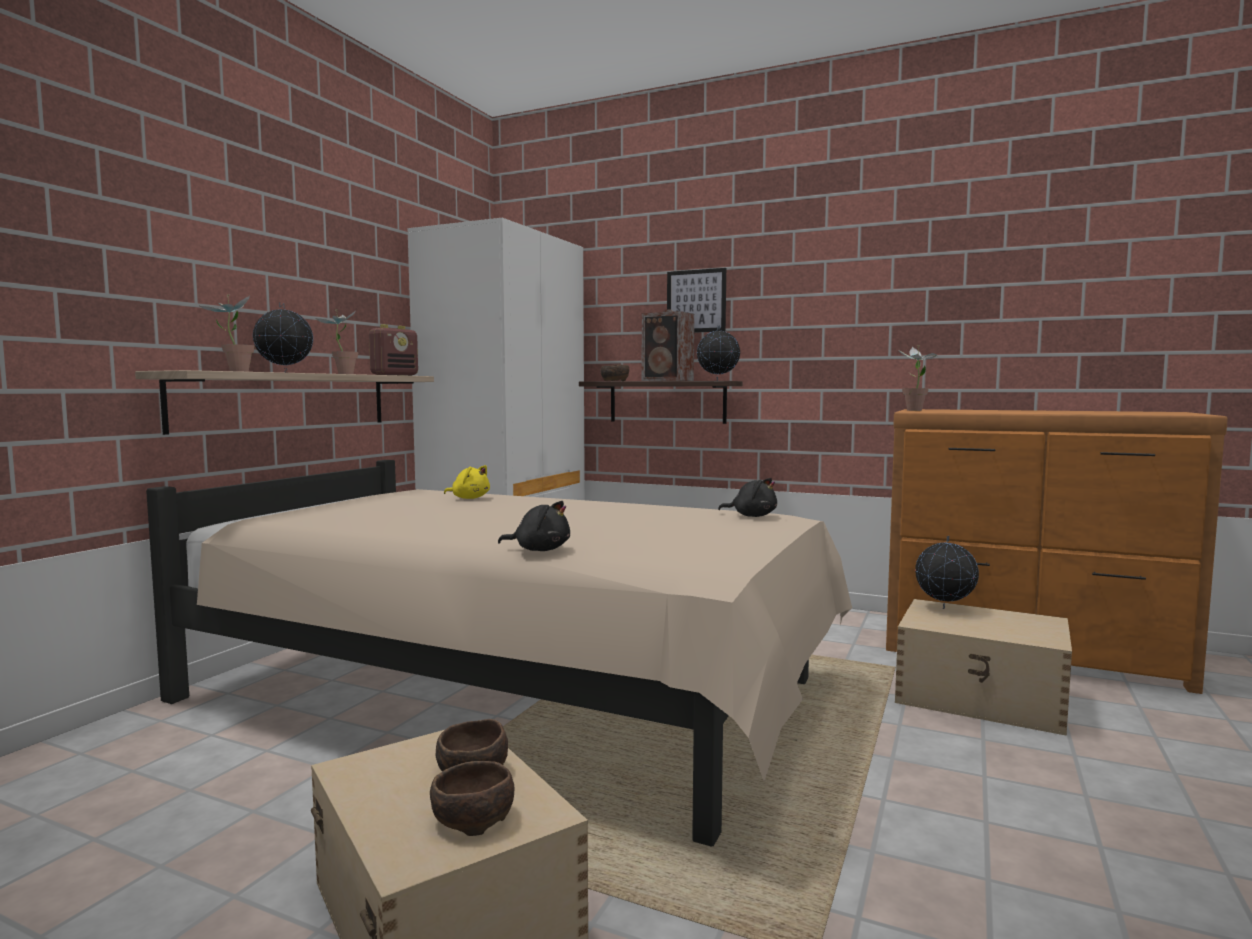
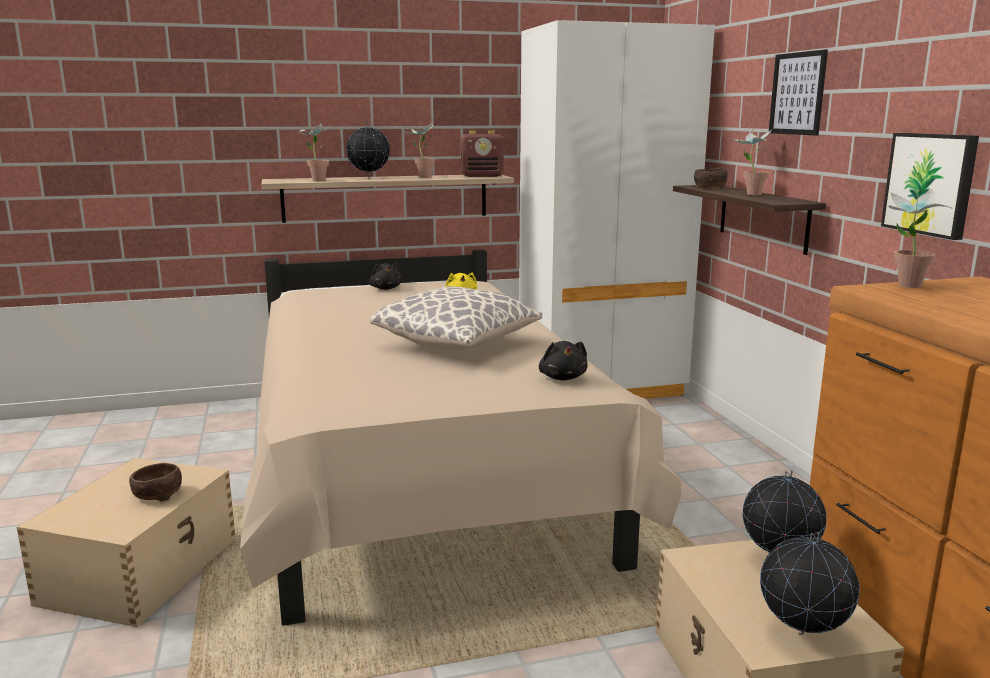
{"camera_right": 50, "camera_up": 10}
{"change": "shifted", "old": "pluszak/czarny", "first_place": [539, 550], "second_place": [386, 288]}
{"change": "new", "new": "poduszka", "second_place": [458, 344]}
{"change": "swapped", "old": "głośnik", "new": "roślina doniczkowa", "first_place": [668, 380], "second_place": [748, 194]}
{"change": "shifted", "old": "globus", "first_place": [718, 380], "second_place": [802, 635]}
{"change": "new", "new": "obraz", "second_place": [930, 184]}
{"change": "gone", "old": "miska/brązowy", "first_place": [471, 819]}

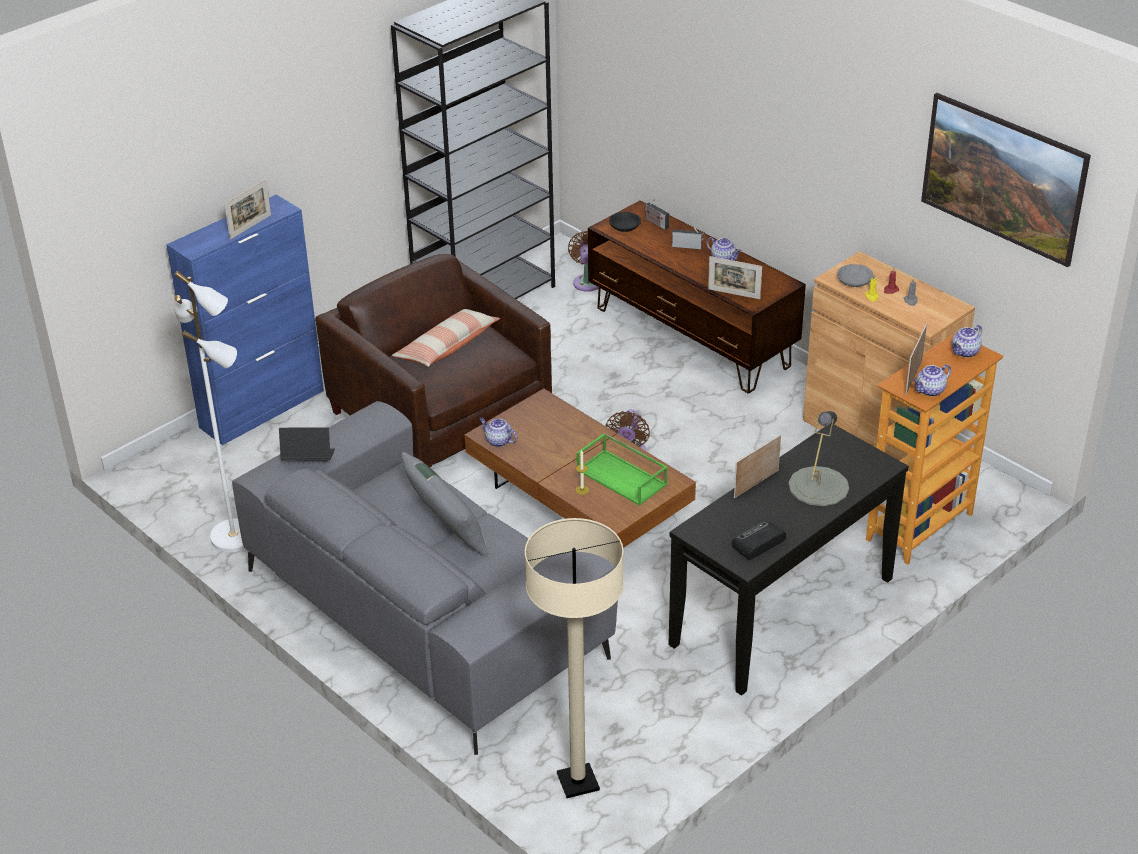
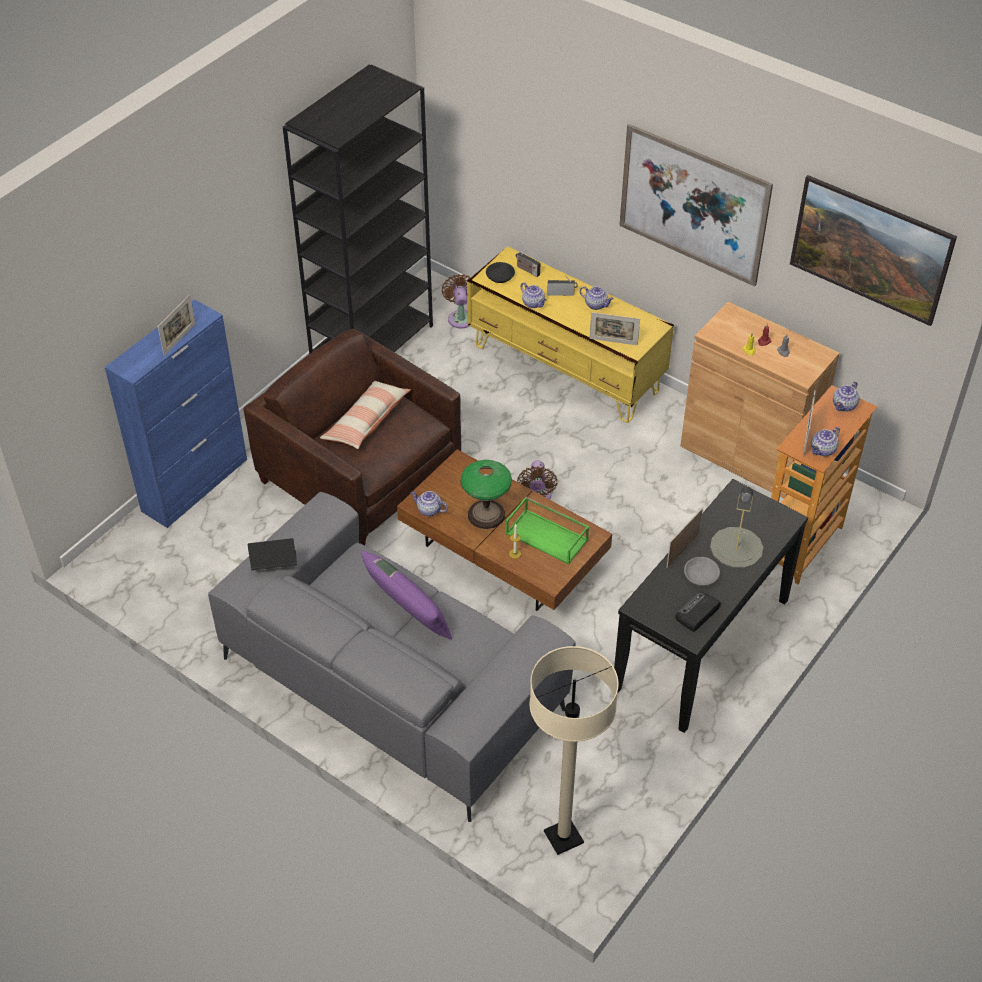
{"camera_right": -10, "camera_up": 10}
{"change": "repainted", "old": "poduszka/szary", "new": "poduszka/fioletowy", "first_place": [446, 526], "second_place": [407, 611]}
{"change": "new", "new": "lampa stołowa", "second_place": [486, 515]}
{"change": "repainted", "old": "szafka pod telewizor/brązowy", "new": "szafka pod telewizor/żółty", "first_place": [691, 337], "second_place": [566, 368]}
{"change": "new", "new": "imbryk", "second_place": [533, 303]}
{"change": "new", "new": "obraz", "second_place": [693, 205]}
{"change": "shifted", "old": "miska/szary", "first_place": [854, 280], "second_place": [701, 575]}
{"change": "gone", "old": "lampa stojąca/biały", "first_place": [235, 536]}

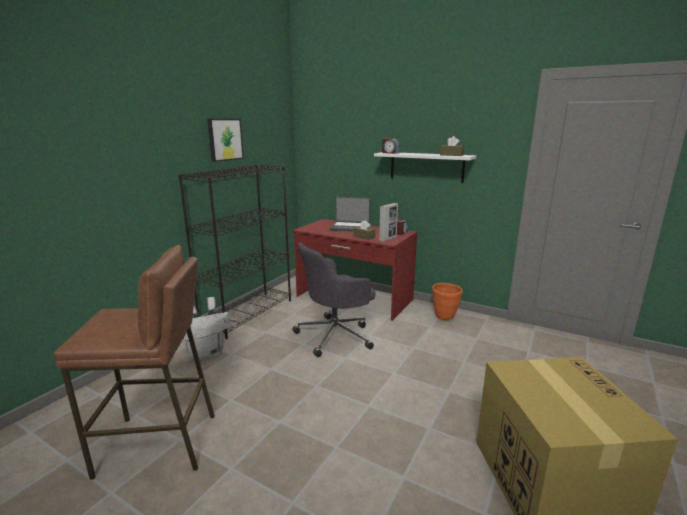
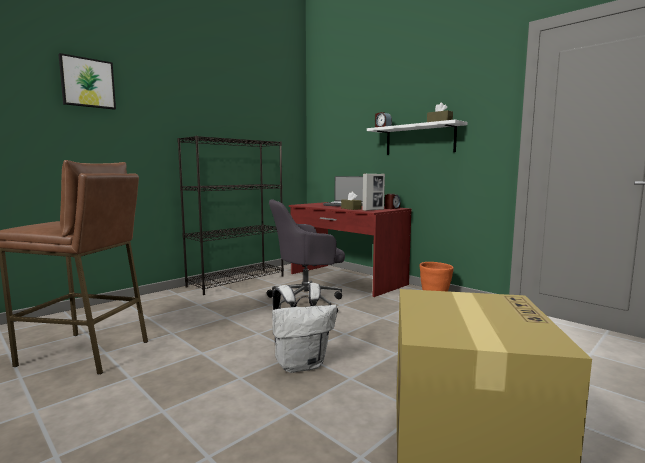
{"camera_right": 15, "camera_up": -10}
{"change": "shifted", "old": "obraz", "first_place": [224, 139], "second_place": [87, 83]}
{"change": "shifted", "old": "plecak/biały", "first_place": [207, 353], "second_place": [301, 364]}

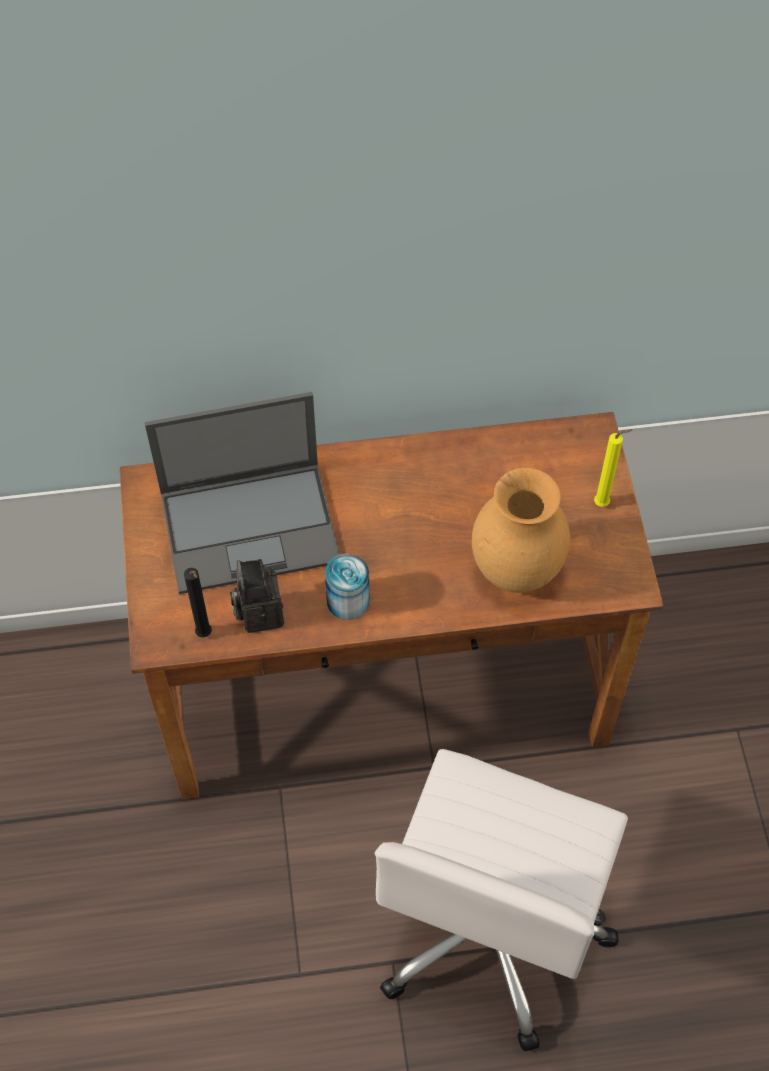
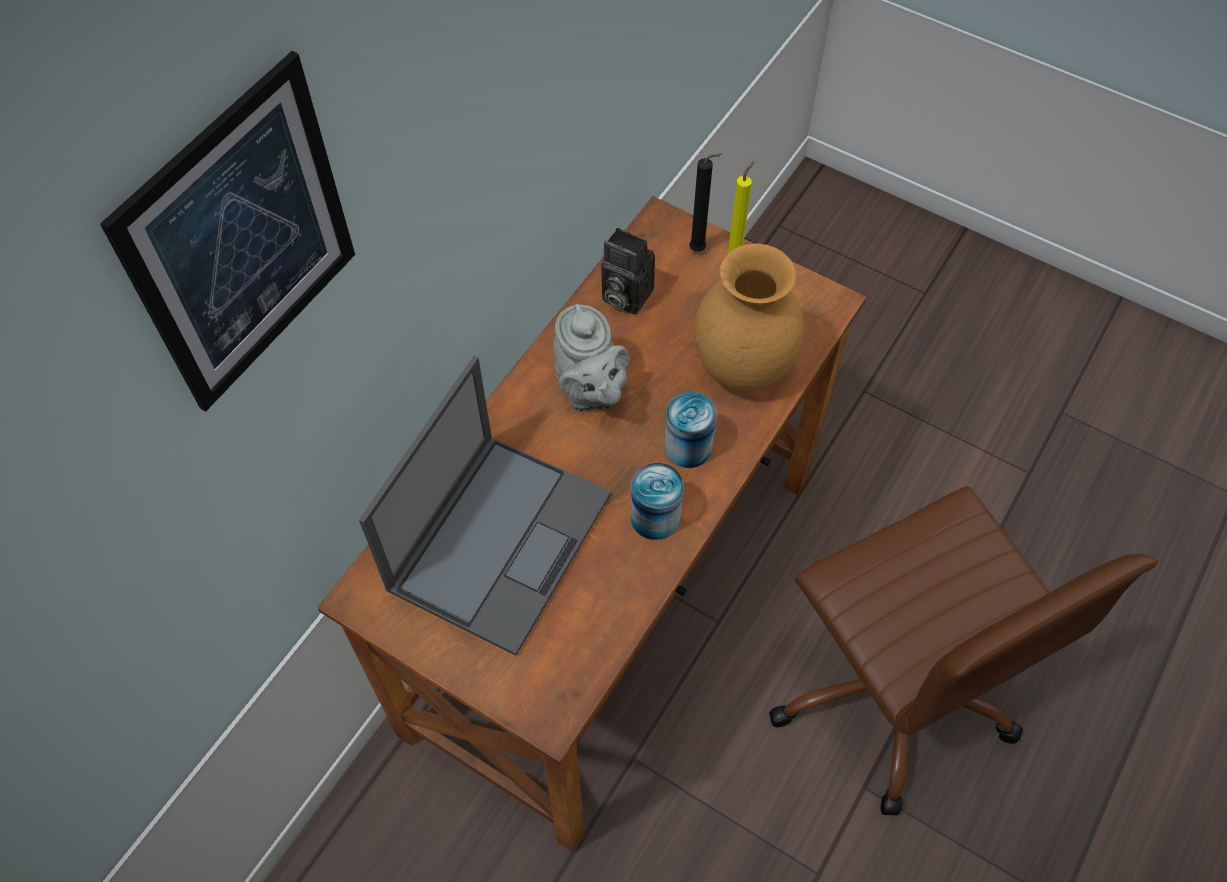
{"camera_right": -50, "camera_up": 0}
{"change": "new", "new": "obraz", "second_place": [243, 239]}
{"change": "new", "new": "imbryk/szary", "second_place": [590, 391]}
{"change": "shifted", "old": "aparat fotograficzny", "first_place": [258, 612], "second_place": [623, 295]}
{"change": "new", "new": "puszka", "second_place": [688, 447]}
{"change": "shifted", "old": "świeca/czarny", "first_place": [205, 635], "second_place": [700, 250]}
{"change": "repainted", "old": "krzesło biurowe/biały", "new": "krzesło biurowe/brązowy", "first_place": [490, 928], "second_place": [892, 688]}

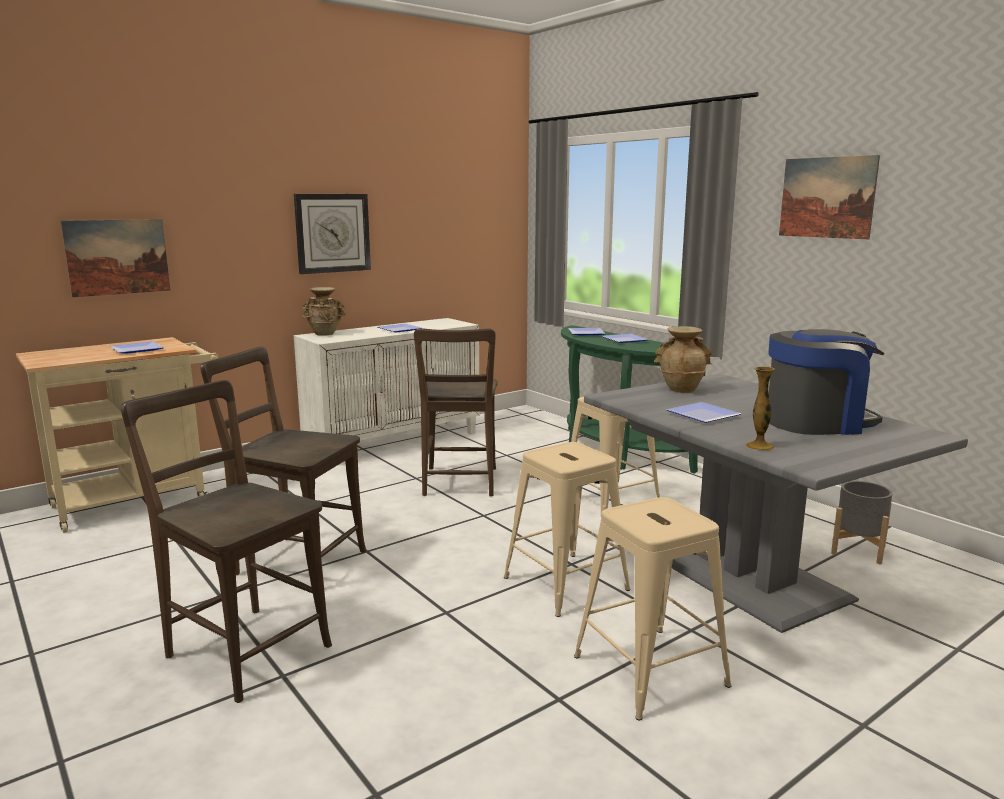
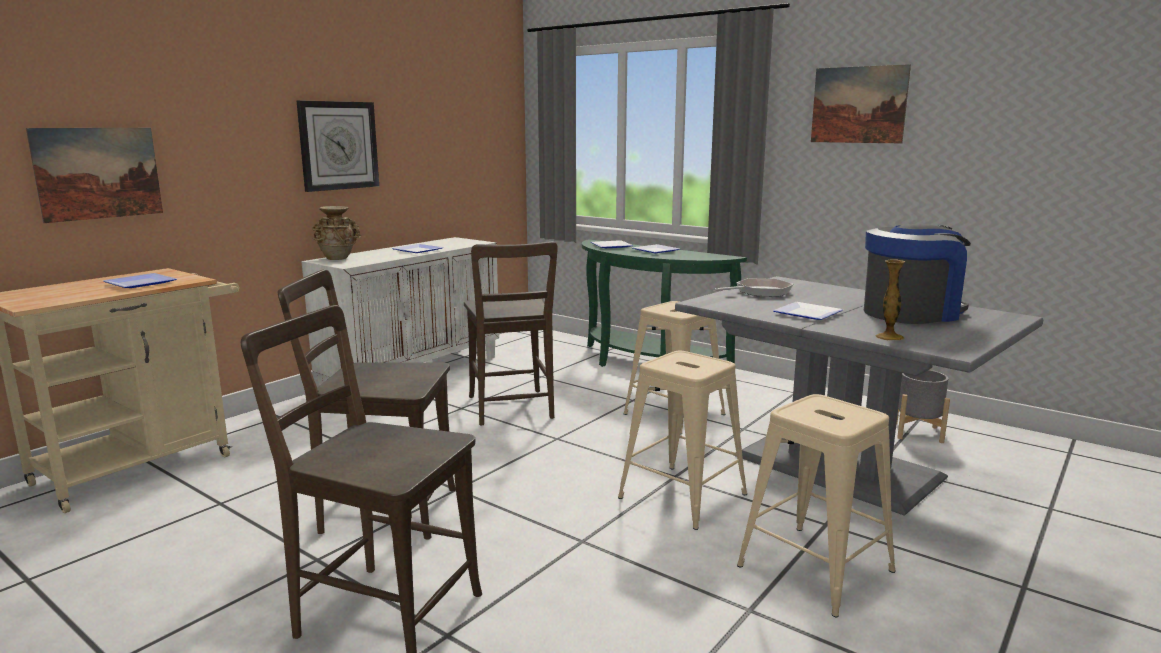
{"camera_right": -15, "camera_up": 0}
{"change": "swapped", "old": "wazon/beżowy", "new": "patelnia", "first_place": [681, 389], "second_place": [759, 292]}

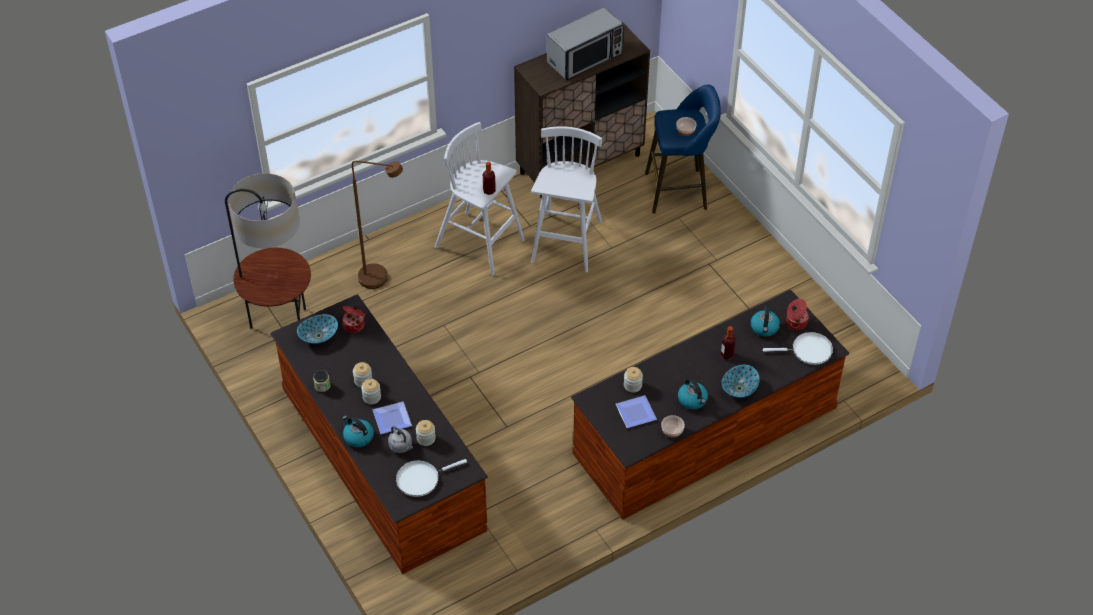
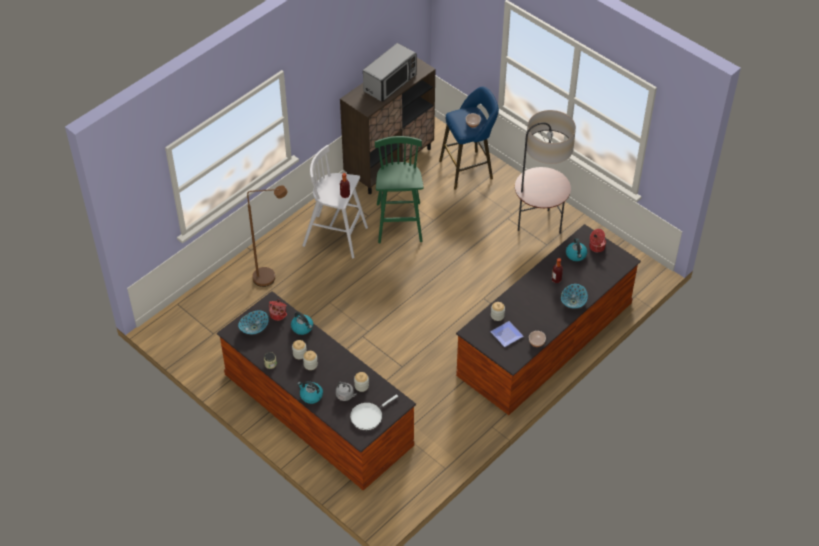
{"camera_right": -15, "camera_up": 0}
{"change": "shifted", "old": "czajnik", "first_place": [693, 400], "second_place": [302, 328]}
{"change": "repainted", "old": "stołek/biały", "new": "stołek/zielony", "first_place": [566, 243], "second_place": [399, 224]}
{"change": "shifted", "old": "lampa stojąca", "first_place": [281, 326], "second_place": [538, 225]}
{"change": "gone", "old": "talerz", "first_place": [390, 418]}
{"change": "gone", "old": "patelnia/biały", "first_place": [808, 350]}

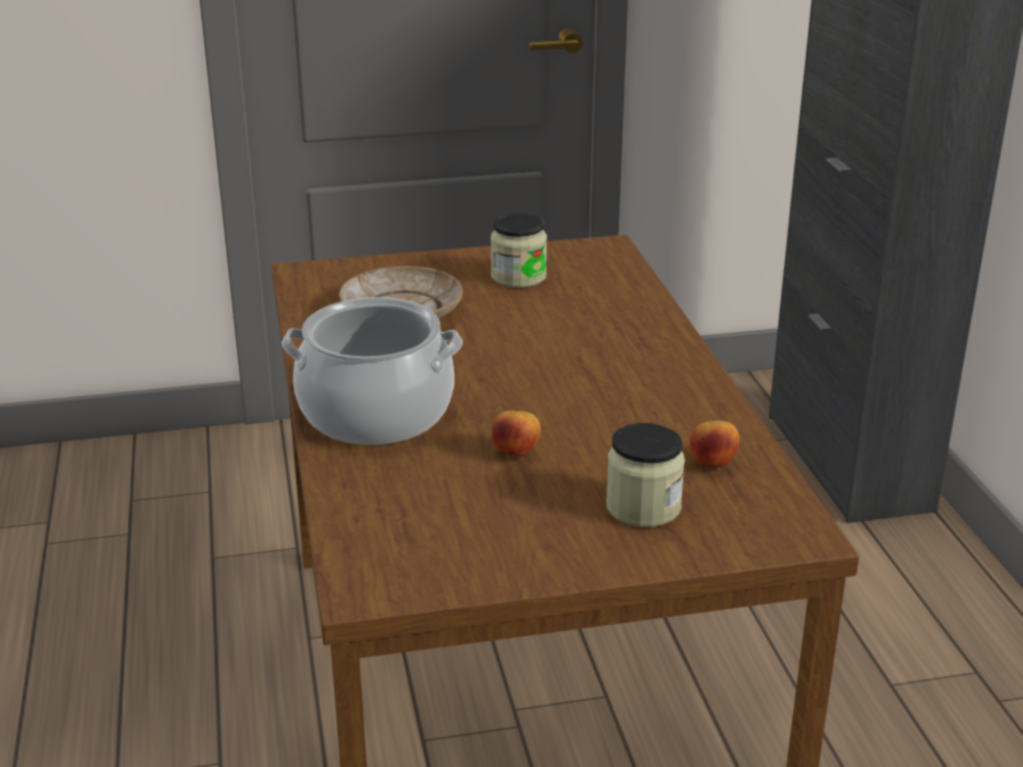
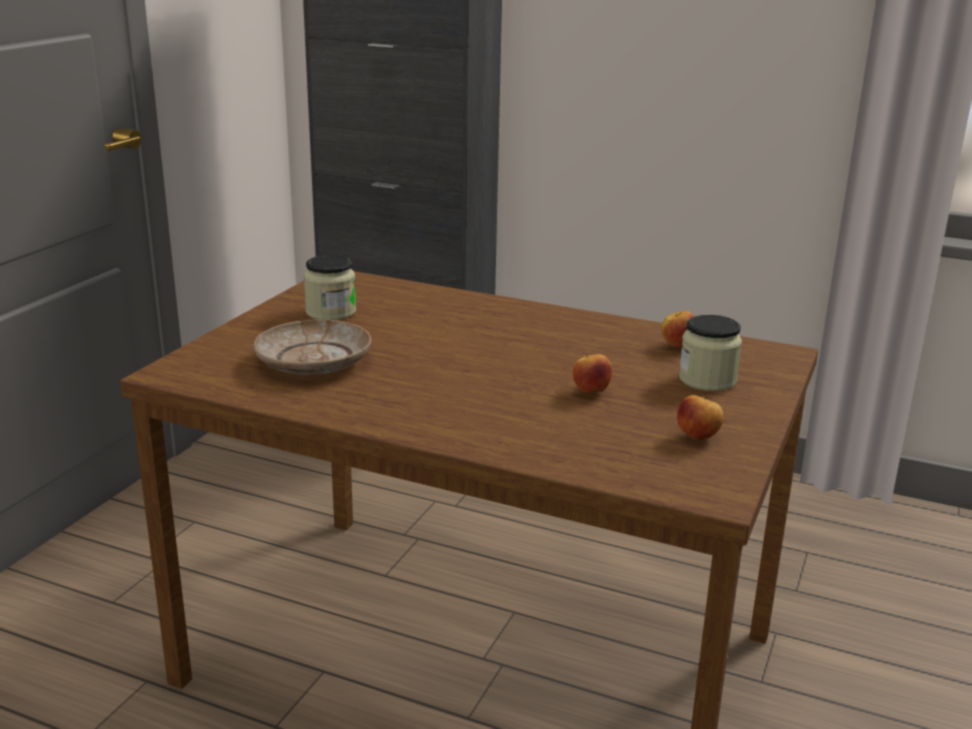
{"camera_right": -55, "camera_up": -5}
{"change": "new", "new": "jabłko", "second_place": [698, 437]}
{"change": "gone", "old": "garnek", "first_place": [375, 413]}

